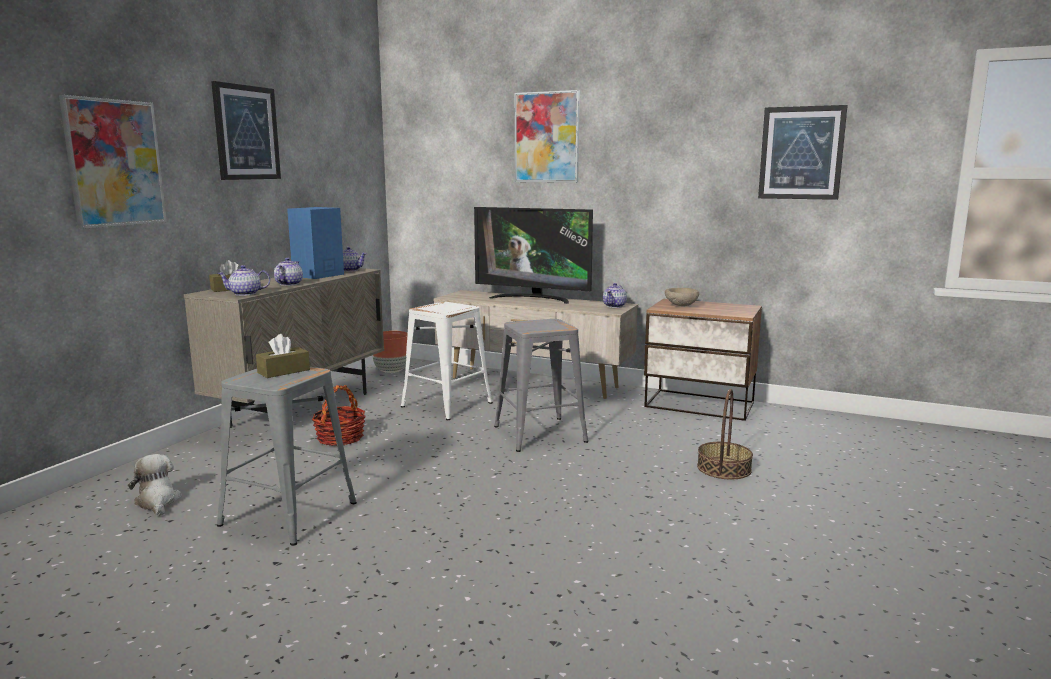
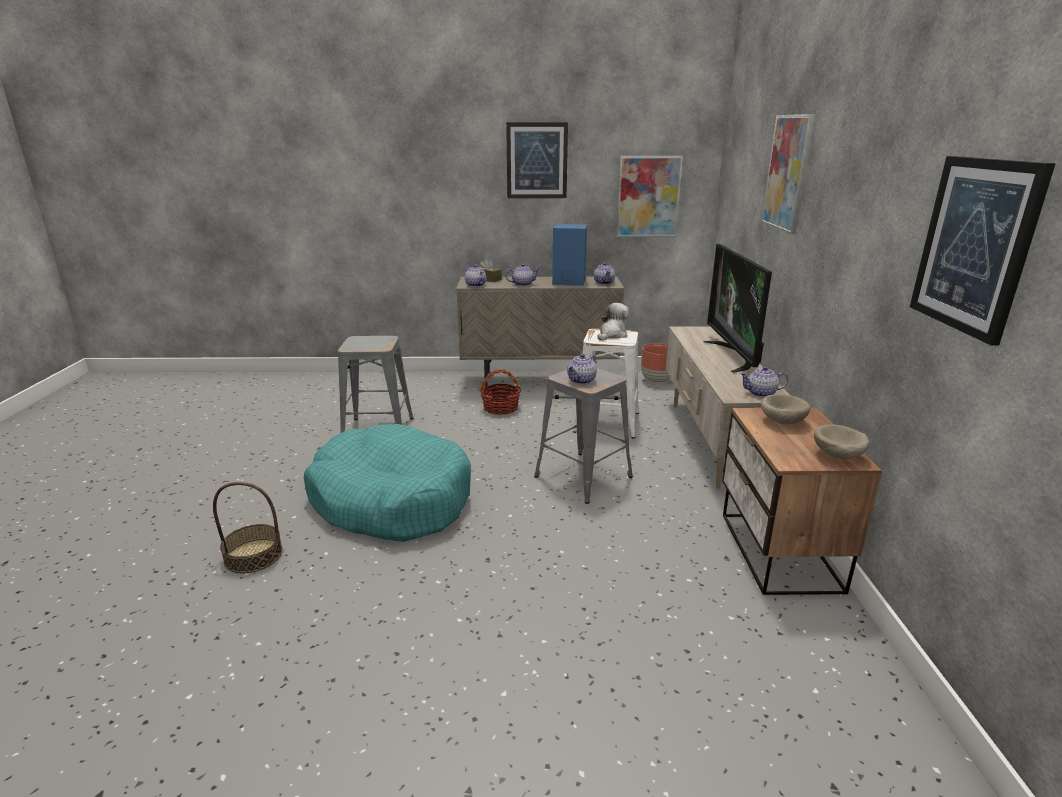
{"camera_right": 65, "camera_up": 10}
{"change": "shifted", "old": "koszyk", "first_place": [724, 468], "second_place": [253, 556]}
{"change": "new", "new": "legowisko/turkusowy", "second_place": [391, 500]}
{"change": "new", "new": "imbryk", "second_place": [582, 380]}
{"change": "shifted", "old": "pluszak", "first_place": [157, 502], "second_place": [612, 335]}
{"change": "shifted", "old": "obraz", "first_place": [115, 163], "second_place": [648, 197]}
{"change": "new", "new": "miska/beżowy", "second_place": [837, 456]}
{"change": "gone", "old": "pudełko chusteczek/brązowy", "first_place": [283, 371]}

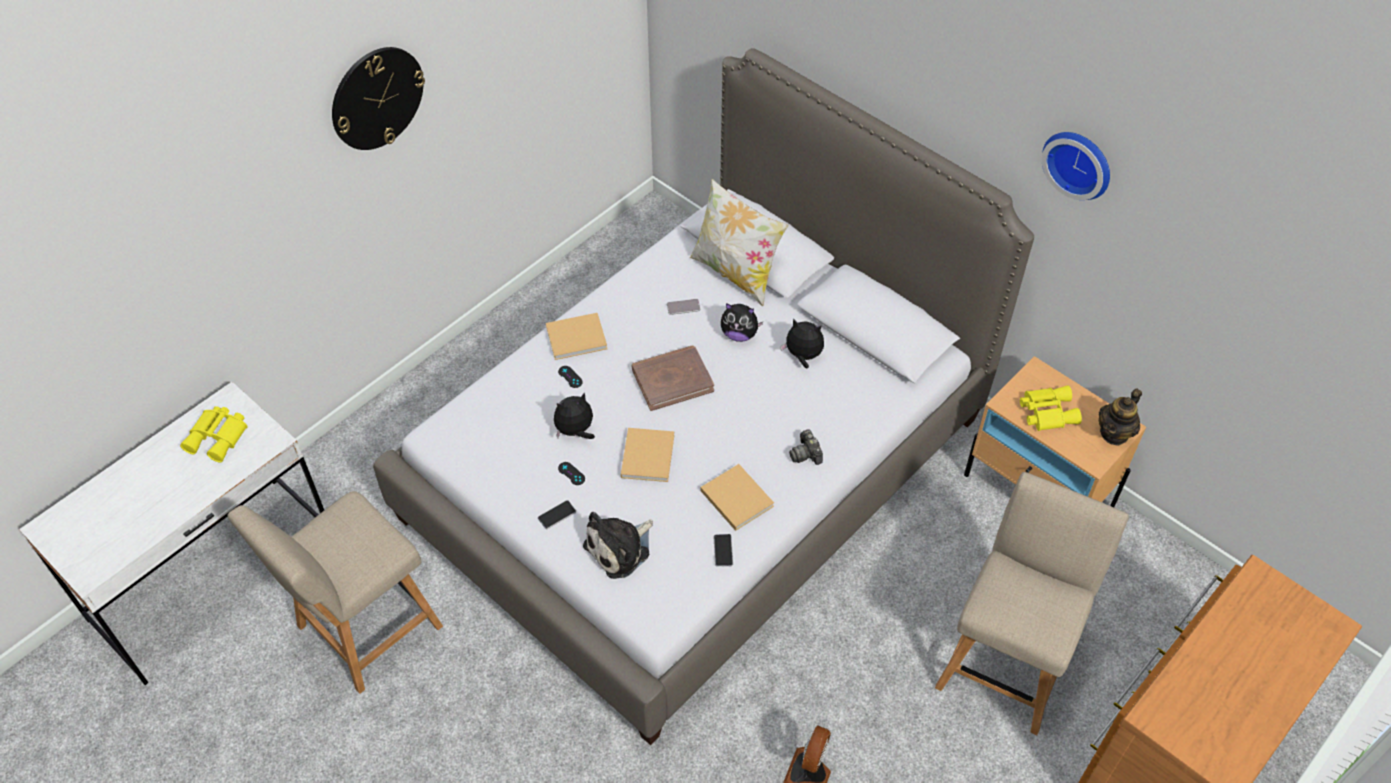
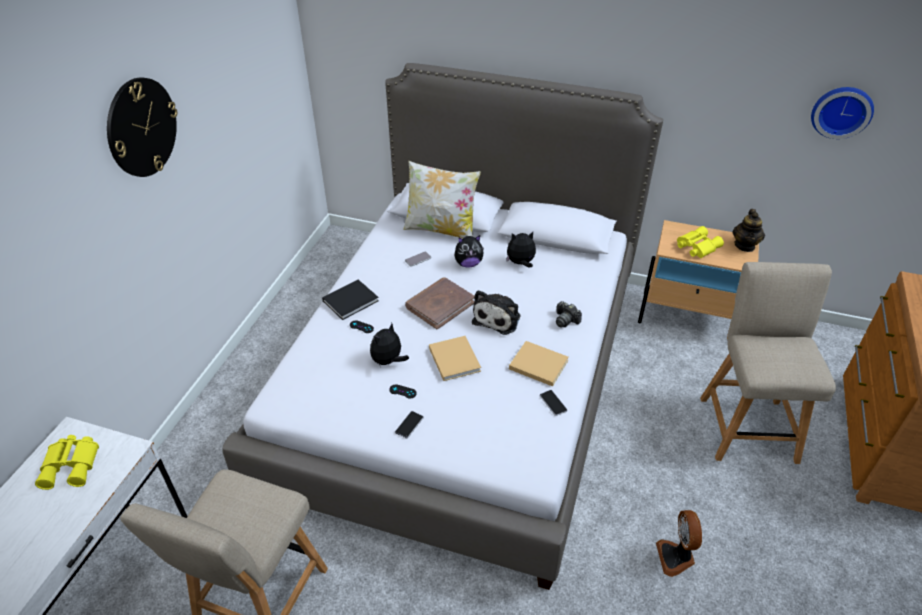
{"camera_right": -25, "camera_up": -10}
{"change": "repainted", "old": "książka/beżowy", "new": "książka/czarny", "first_place": [578, 337], "second_place": [352, 300]}
{"change": "shifted", "old": "pluszak", "first_place": [620, 548], "second_place": [498, 318]}
{"change": "shifted", "old": "zegar ścienny", "first_place": [1079, 162], "second_place": [841, 111]}

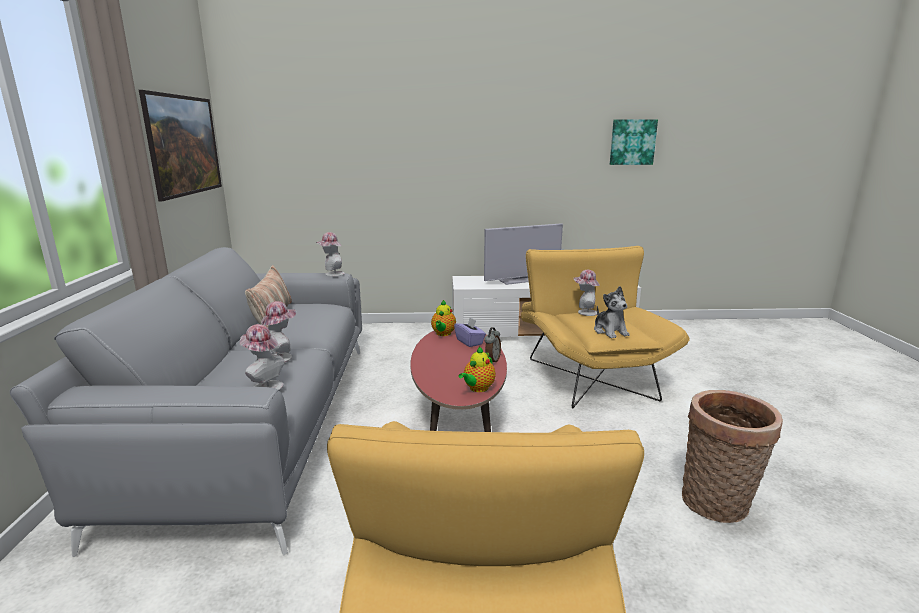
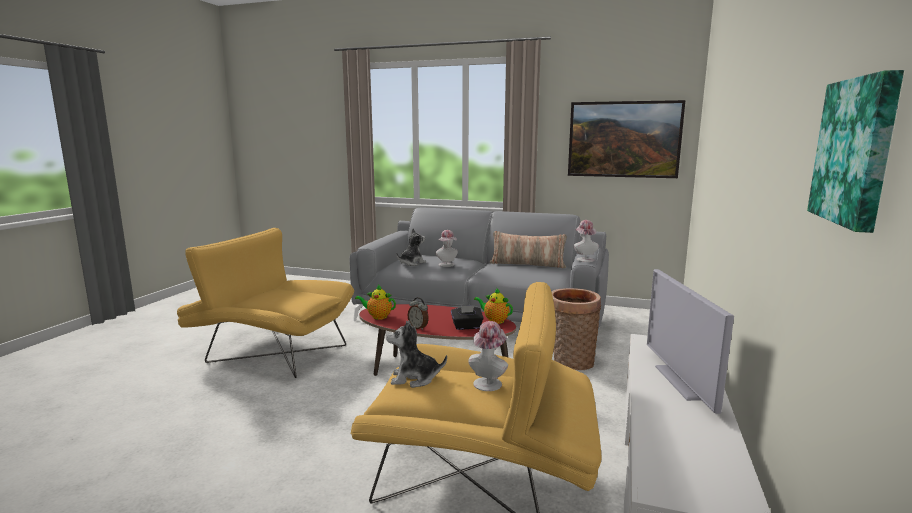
{"camera_right": 110, "camera_up": -5}
{"change": "rotated", "old": "imbryk", "first_place": [477, 388], "second_place": [377, 317], "degrees": -45}
{"change": "swapped", "old": "kapelusz", "new": "pluszak", "first_place": [264, 386], "second_place": [411, 263]}
{"change": "repainted", "old": "pudełko chusteczek/fioletowy", "new": "pudełko chusteczek/czarny", "first_place": [469, 342], "second_place": [467, 327]}
{"change": "shifted", "old": "koszyk", "first_place": [718, 505], "second_place": [570, 362]}

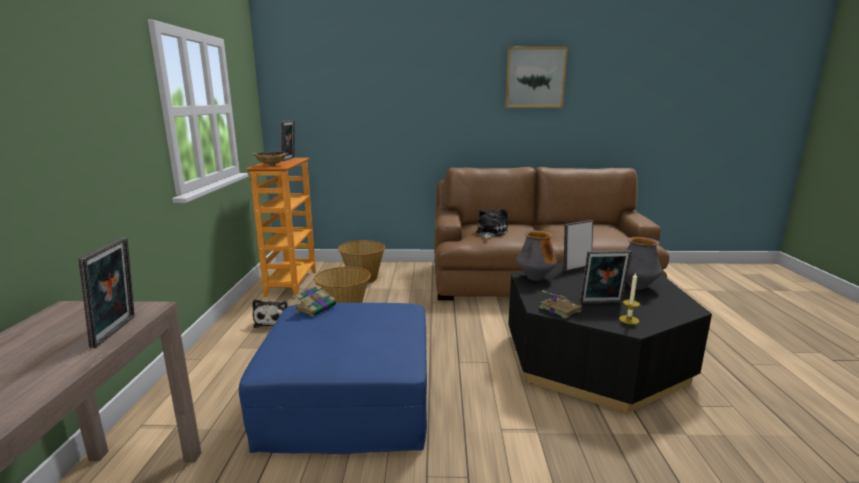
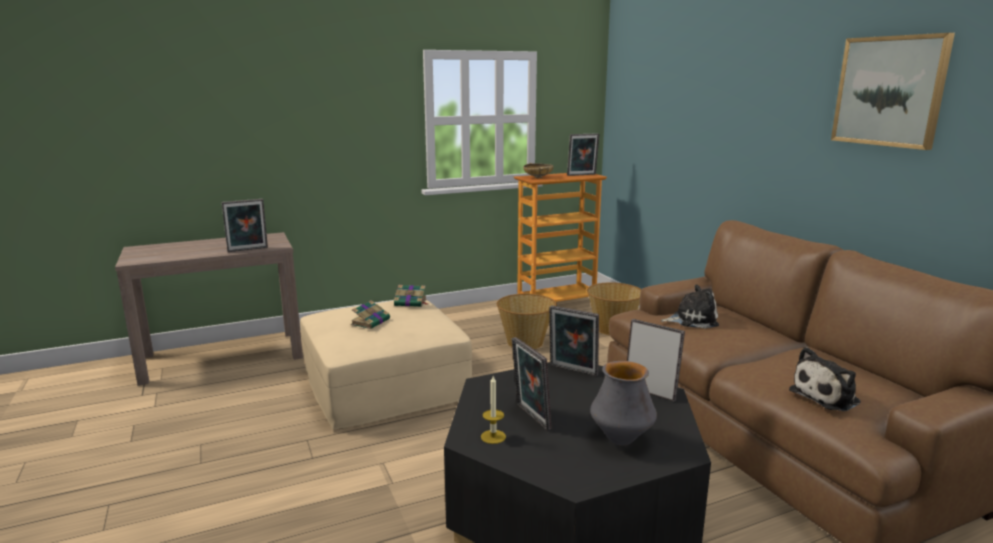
{"camera_right": 65, "camera_up": 0}
{"change": "repainted", "old": "pufa/niebieski", "new": "pufa/beżowy", "first_place": [348, 399], "second_place": [385, 385]}
{"change": "shifted", "old": "książka", "first_place": [559, 309], "second_place": [371, 322]}
{"change": "swapped", "old": "wazon", "new": "ramka na zdjęcie", "first_place": [535, 278], "second_place": [572, 371]}
{"change": "shifted", "old": "pluszak", "first_place": [273, 321], "second_place": [827, 396]}

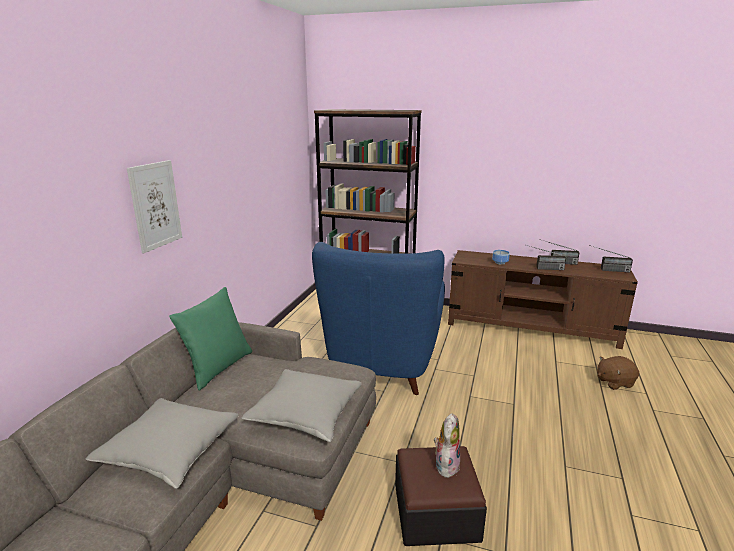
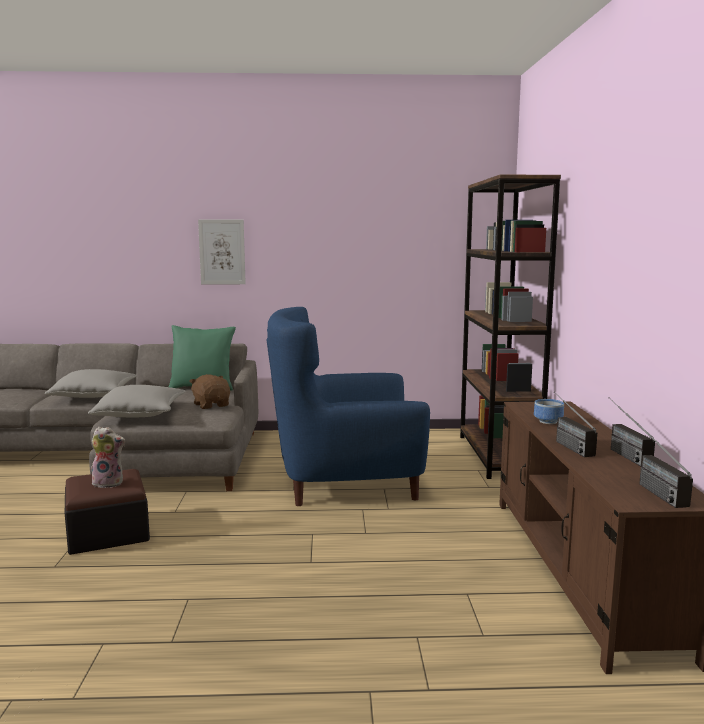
{"camera_right": 70, "camera_up": -10}
{"change": "shifted", "old": "pluszak/brązowy", "first_place": [614, 382], "second_place": [211, 405]}

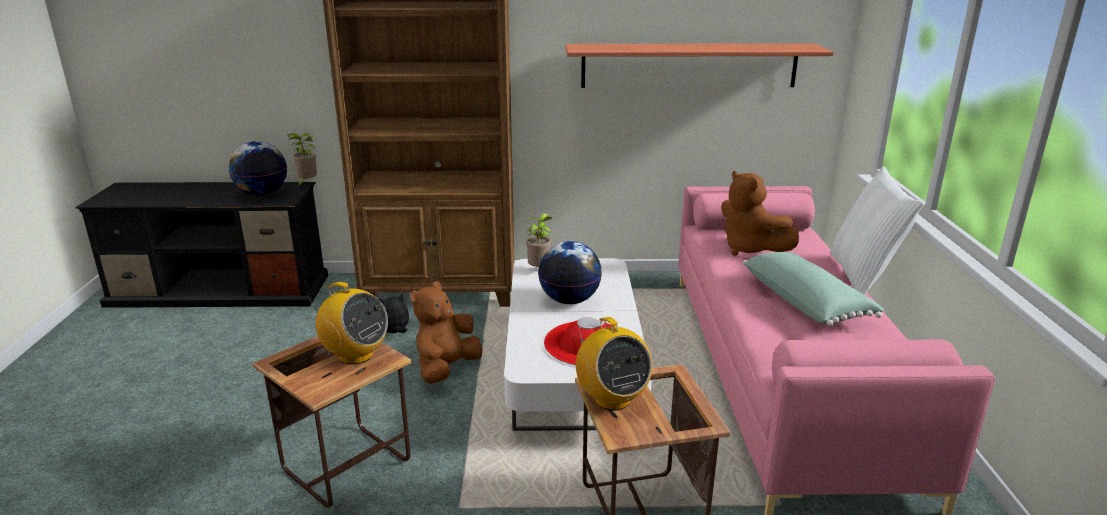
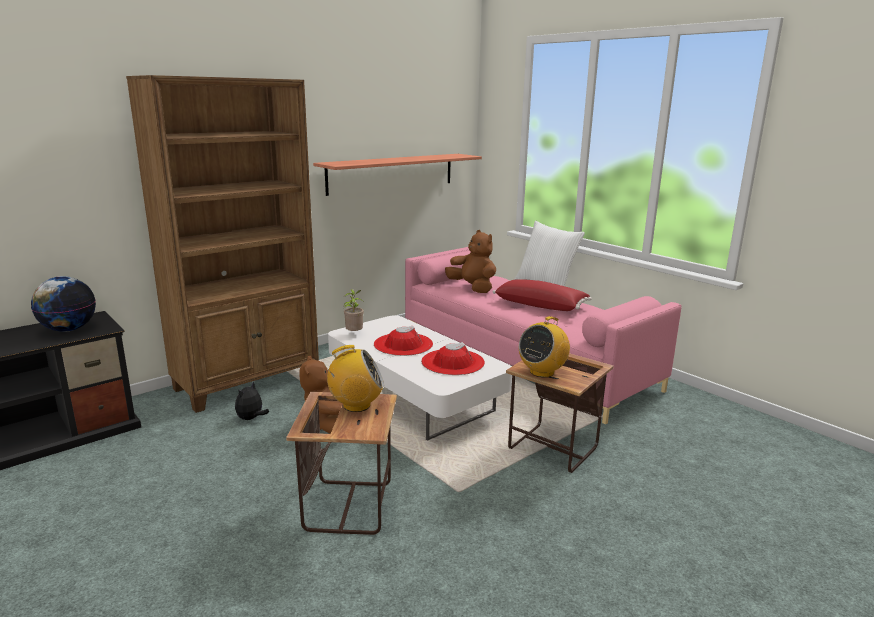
{"camera_right": -40, "camera_up": -5}
{"change": "swapped", "old": "globus", "new": "kapelusz/czerwony", "first_place": [569, 300], "second_place": [403, 344]}
{"change": "rotated", "old": "pluszak/brązowy", "first_place": [750, 249], "second_place": [472, 288], "degrees": -150}
{"change": "repainted", "old": "poduszka/zielony", "new": "poduszka/czerwony", "first_place": [806, 302], "second_place": [541, 305]}
{"change": "rotated", "old": "radio", "first_place": [612, 399], "second_place": [542, 372], "degrees": 105}
{"change": "gone", "old": "roślina doniczkowa", "first_place": [306, 183]}

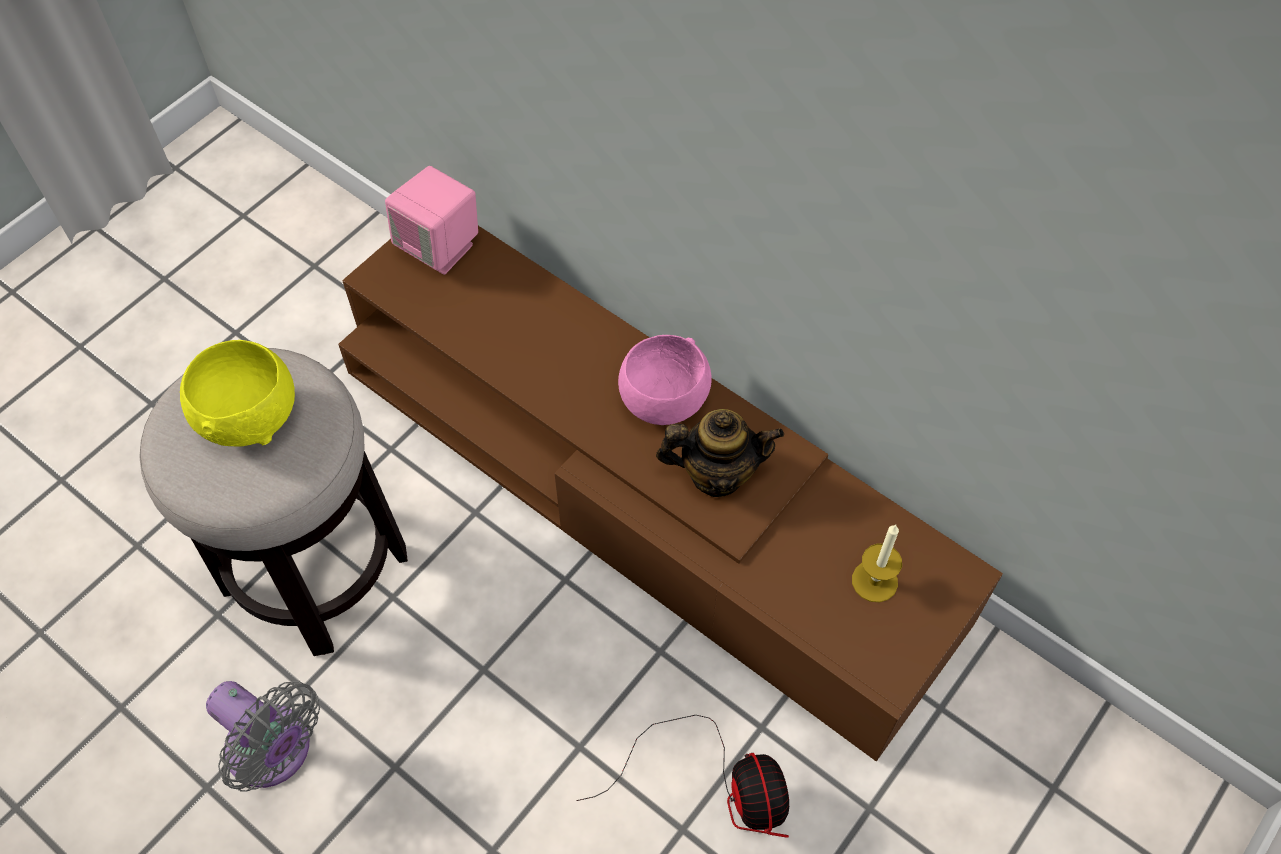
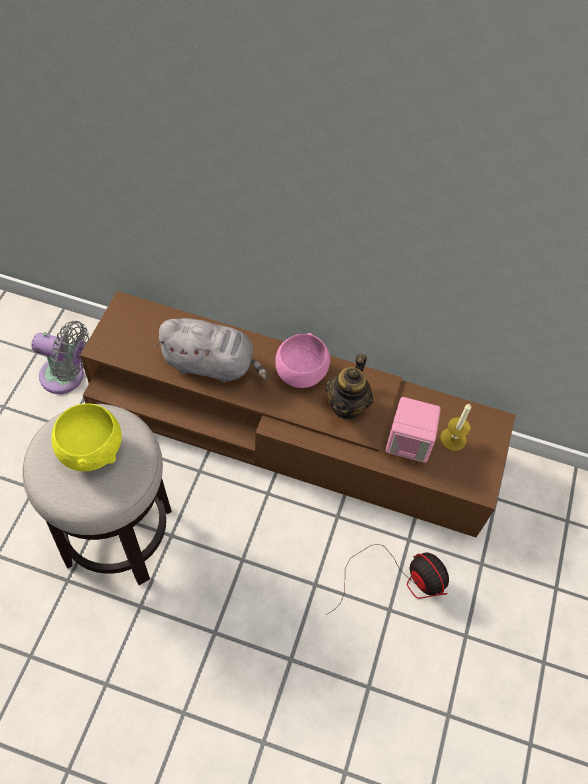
{"camera_right": -25, "camera_up": 0}
{"change": "shifted", "old": "wentylator/szary", "first_place": [275, 752], "second_place": [66, 376]}
{"change": "new", "new": "pluszak/szary", "second_place": [212, 364]}
{"change": "rotated", "old": "imbryk", "first_place": [716, 473], "second_place": [347, 405], "degrees": 135}
{"change": "shifted", "old": "głośnik/różowy", "first_place": [440, 247], "second_place": [408, 444]}

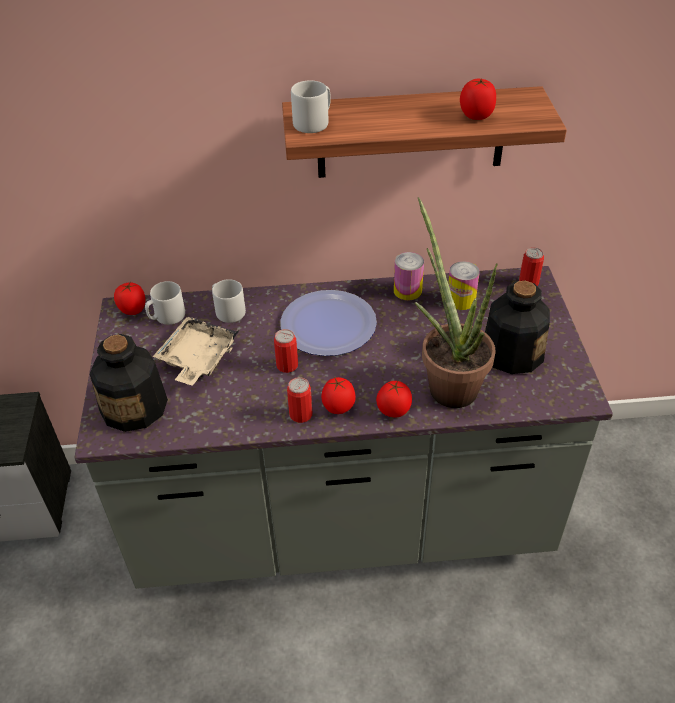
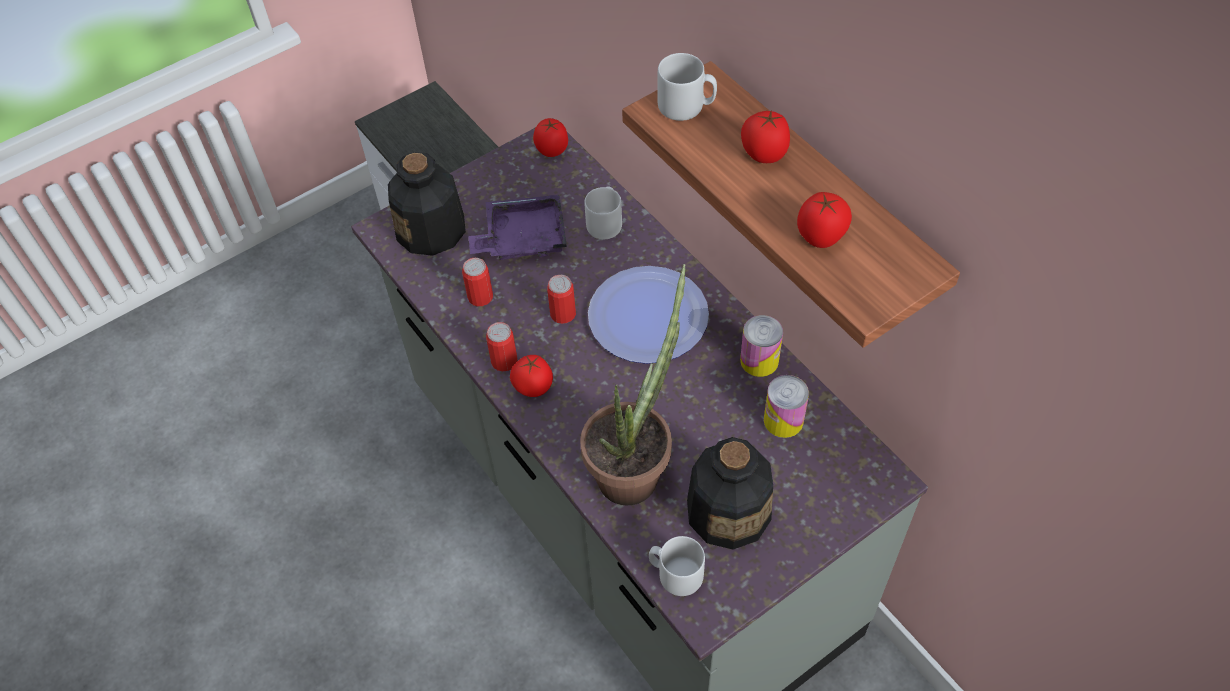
{"camera_right": 60, "camera_up": 10}
{"change": "shifted", "old": "puszka", "first_place": [528, 282], "second_place": [480, 297]}
{"change": "repainted", "old": "taca/beżowy", "new": "taca/fioletowy", "first_place": [197, 358], "second_place": [522, 238]}
{"change": "shifted", "old": "kubek/szary", "first_place": [166, 317], "second_place": [675, 574]}
{"change": "shifted", "old": "pomidor", "first_place": [393, 411], "second_place": [764, 154]}

